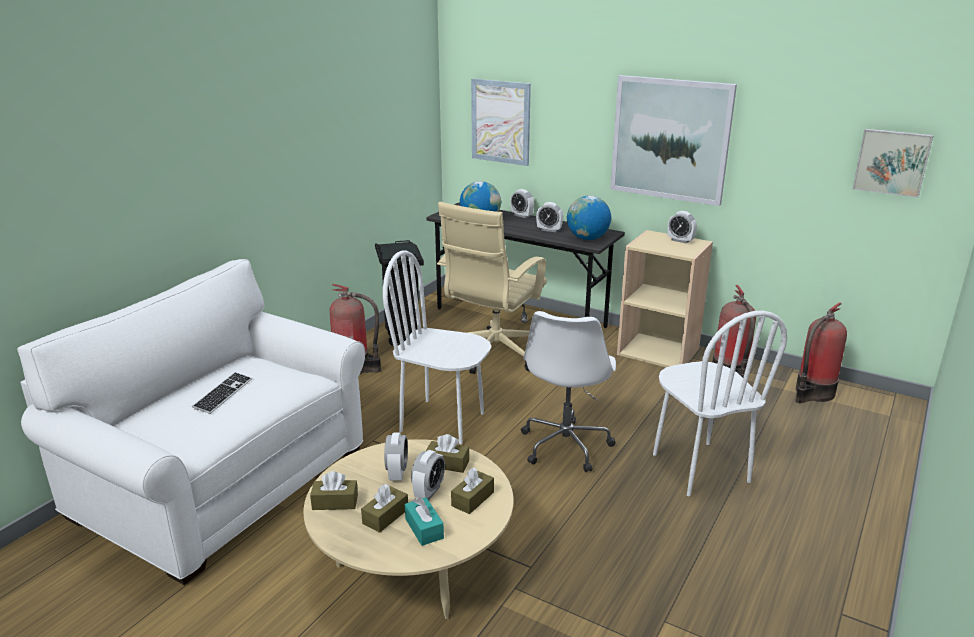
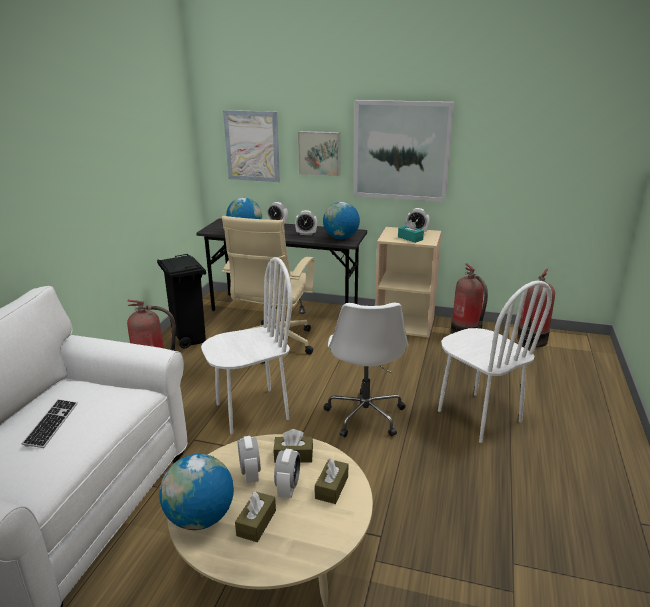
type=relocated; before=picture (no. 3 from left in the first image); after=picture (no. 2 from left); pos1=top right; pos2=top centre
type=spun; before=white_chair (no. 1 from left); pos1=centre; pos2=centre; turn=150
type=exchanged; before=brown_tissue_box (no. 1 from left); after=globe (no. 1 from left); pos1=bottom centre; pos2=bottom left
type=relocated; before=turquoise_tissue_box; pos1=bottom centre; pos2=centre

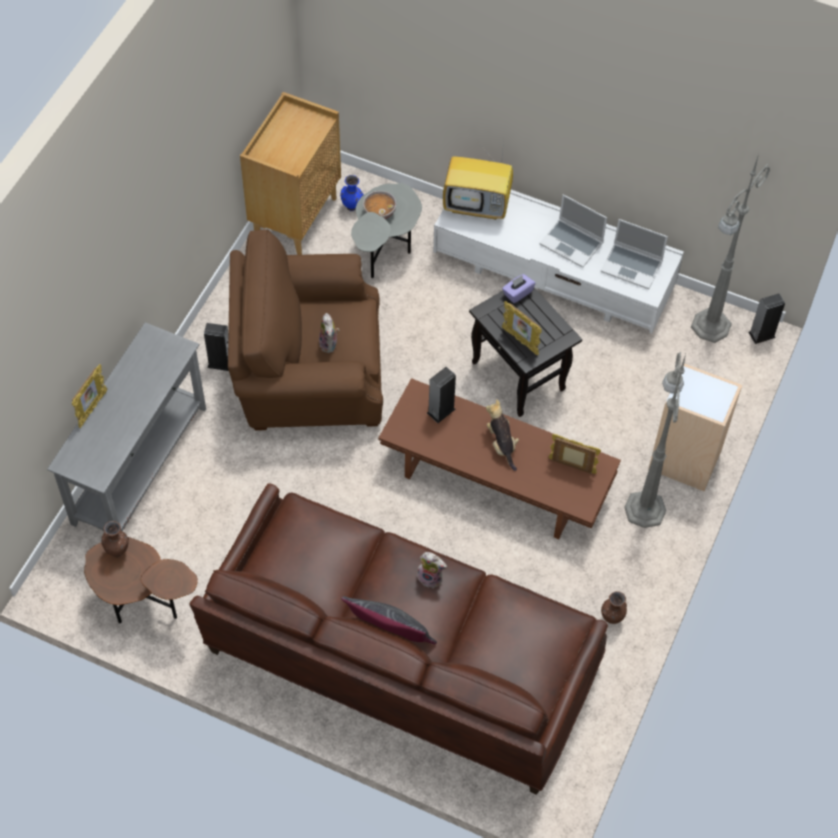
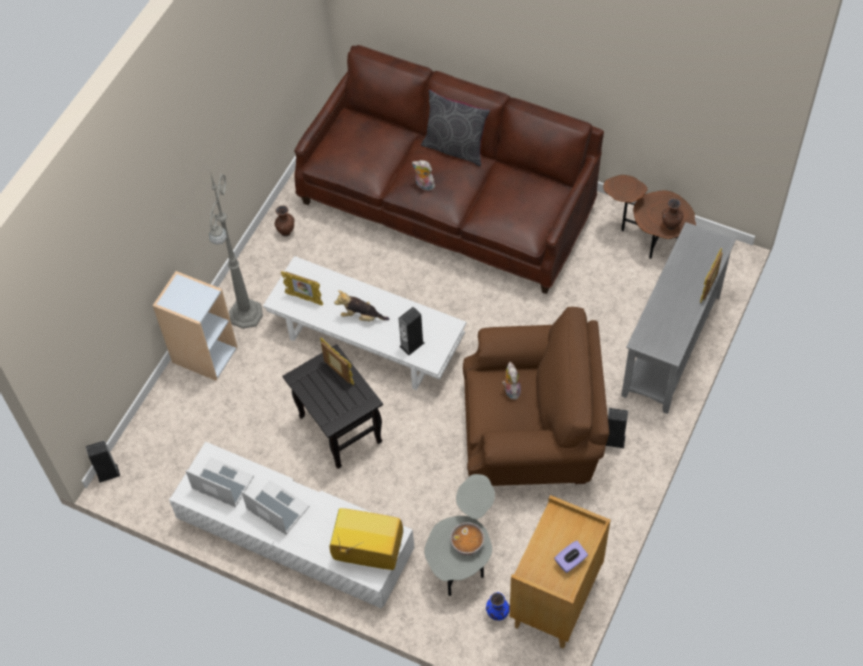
type=missing; before=grey_floor_lamp (no. 2 from left); pos1=top right
type=relocated; before=purple_tissue_box; pos1=centre; pos2=bottom centre
type=colour; before=brown_coffee_table; after=white_coffee_table; pos1=centre; pos2=centre
type=spun; before=plush_toy (no. 3 from left in the first image); pos1=centre; pos2=centre; turn=120

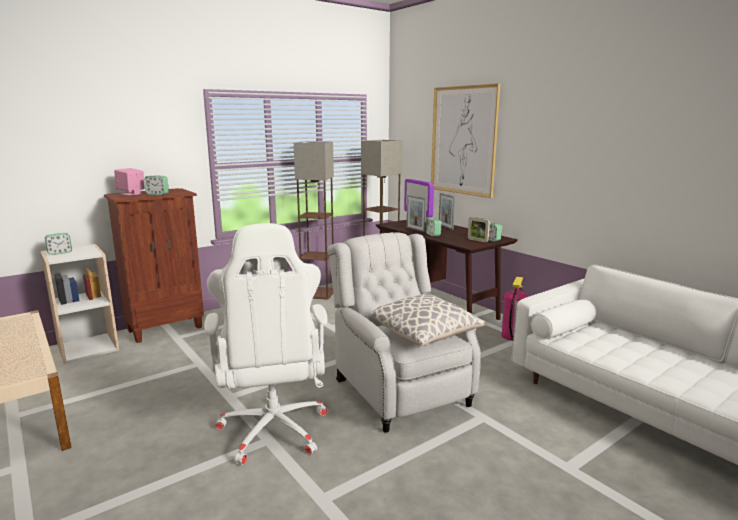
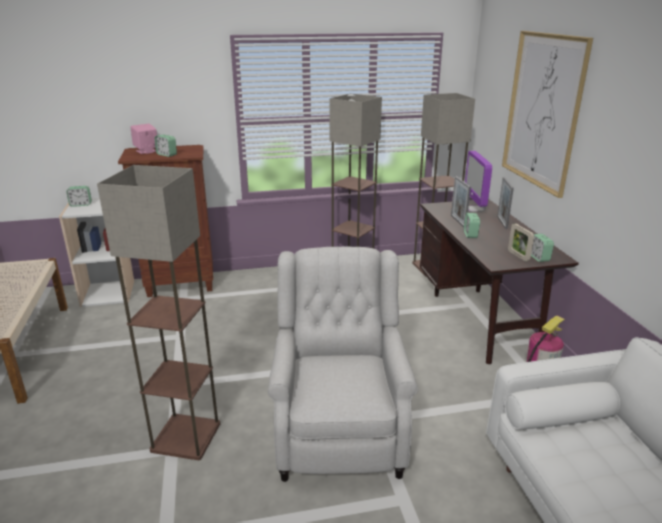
type=exchanged; before=white_office_chair; after=floor_lamp (no. 1 from left); pos1=centre; pos2=middle left
type=missing; before=pillow; pos1=centre

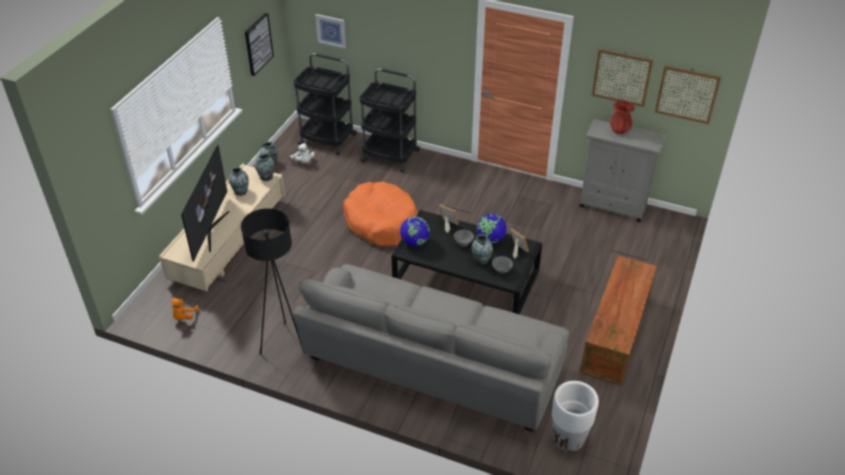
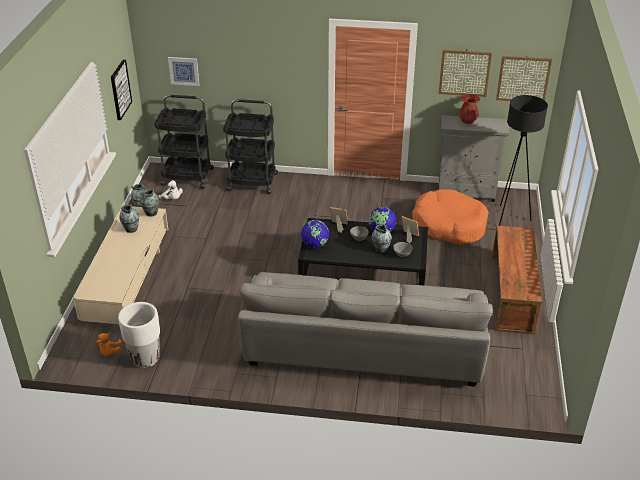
type=missing; before=television; pos1=middle left
type=relocated; before=orange_dog_bed; pos1=centre; pos2=middle right
type=relocated; before=black_floor_lamp; pos1=middle left; pos2=middle right
type=relocated; before=white_planter; pos1=bottom right; pos2=bottom left

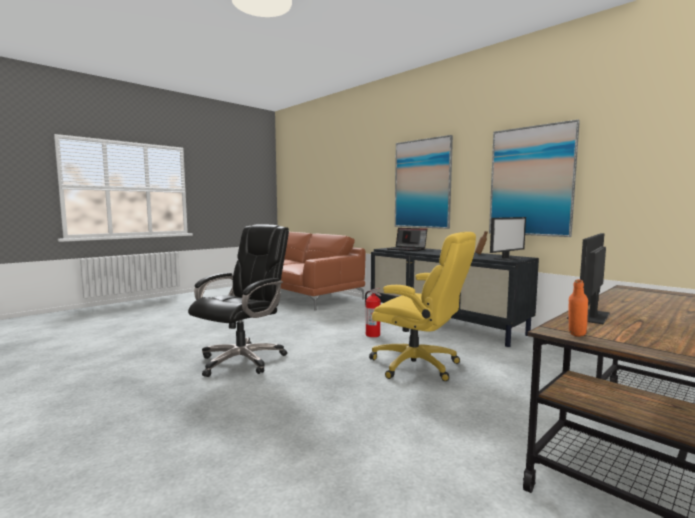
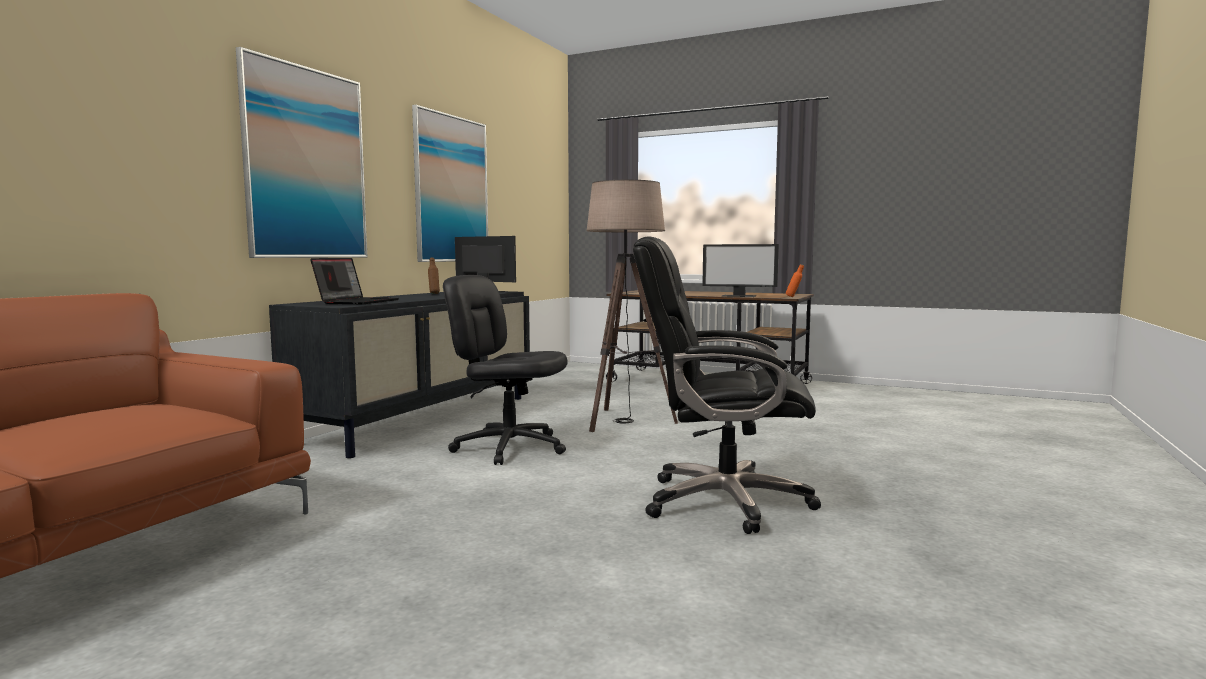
type=exchanged; before=yellow_office_chair; after=floor_lamp; pos1=centre; pos2=centre
type=exchanged; before=fire_extinguisher; after=black_office_chair (no. 1 from left); pos1=centre; pos2=centre

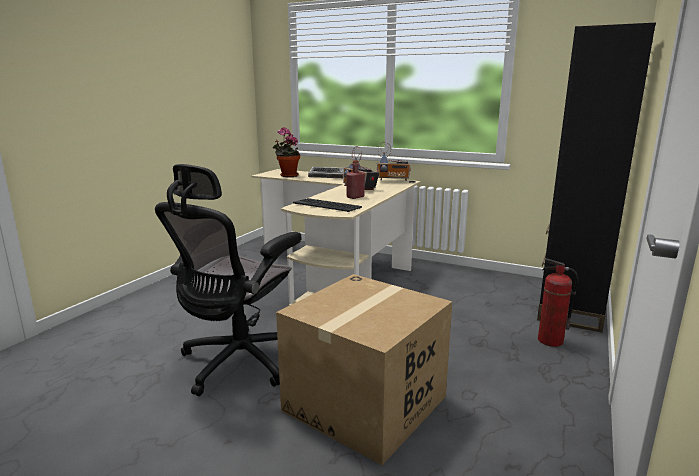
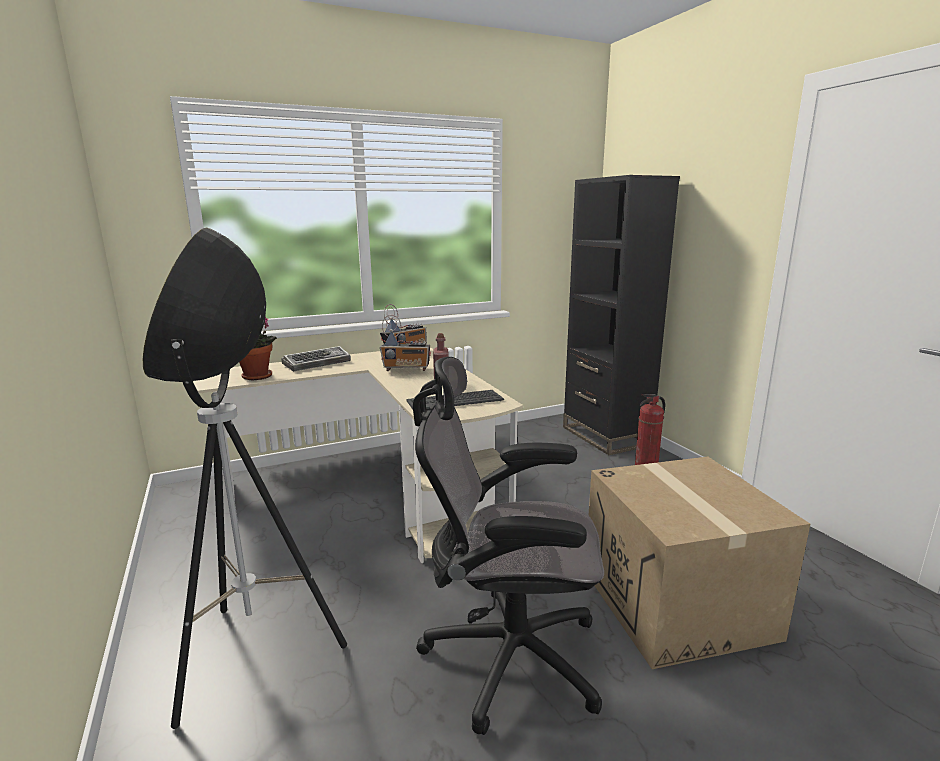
type=spun; before=office_chair; pos1=middle left; pos2=bottom centre; turn=120
type=appeared; after=floor_lamp; pos2=middle left

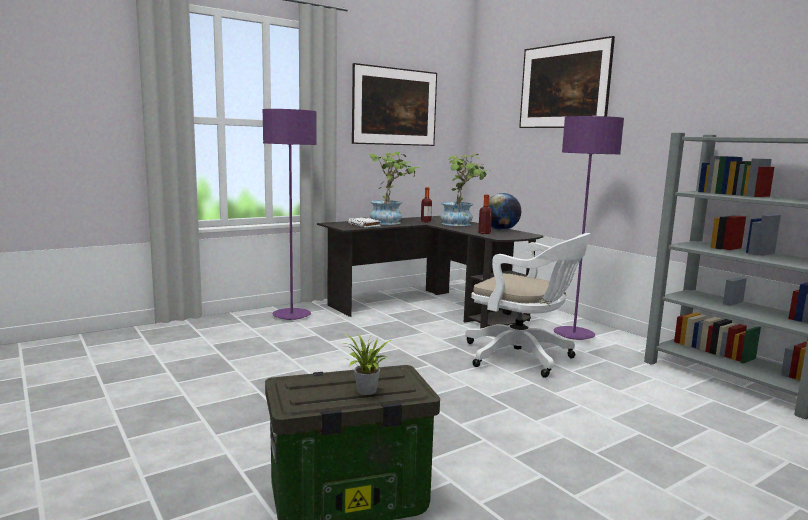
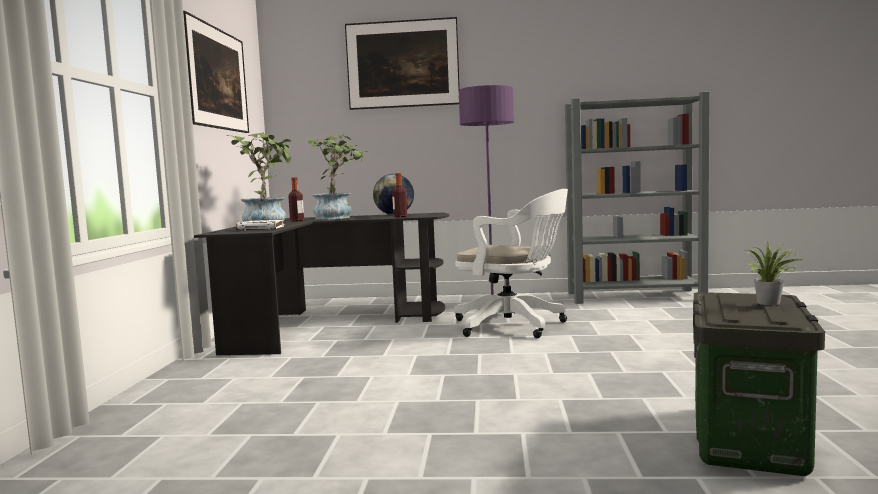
type=missing; before=purple_floor_lamp (no. 1 from left); pos1=centre
type=spun; before=white_office_chair; pos1=centre; pos2=centre; turn=45

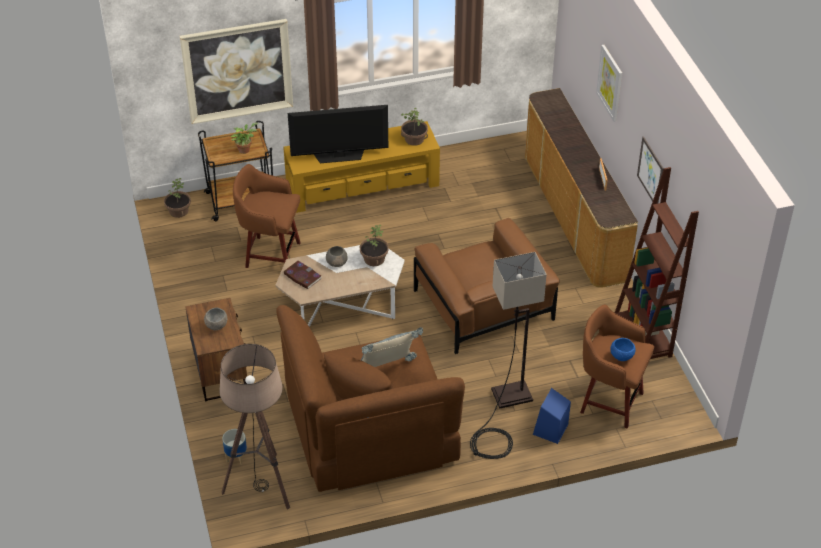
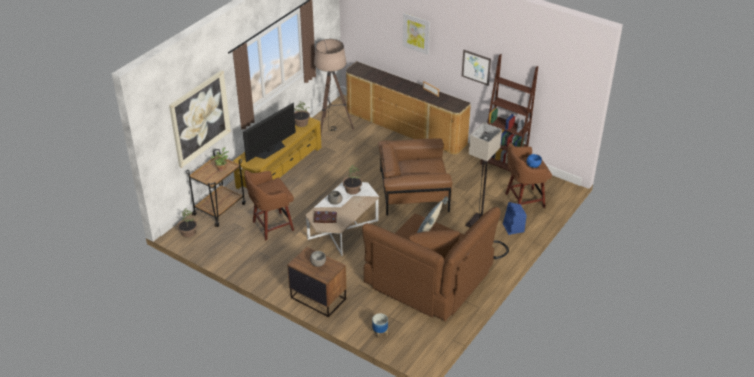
type=spun; before=brown_armchair; pos1=centre; pos2=centre; turn=150
type=relocated; before=floor_lamp (no. 1 from left); pos1=bottom left; pos2=top centre

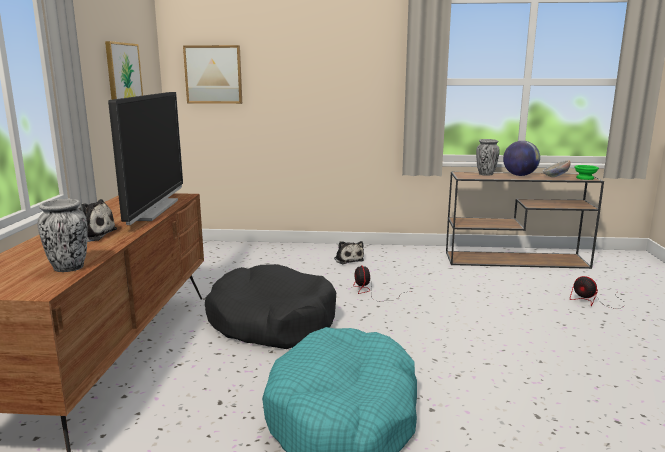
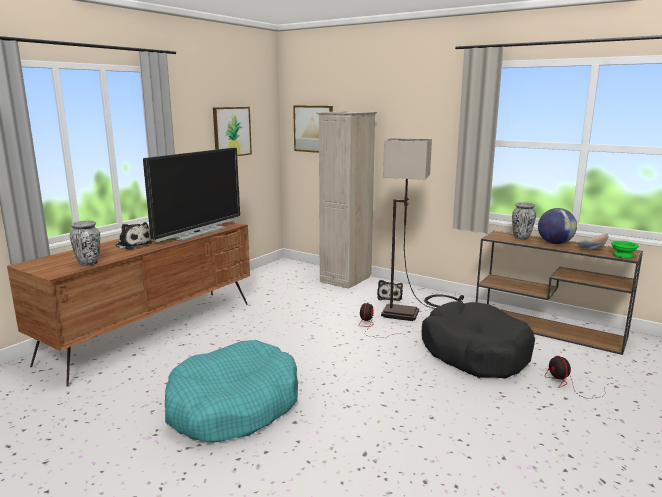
type=relocated; before=black_dog_bed; pos1=bottom centre; pos2=bottom right
type=appeared; after=beige_cabinet; pos2=centre
type=appeared; after=floor_lamp; pos2=centre

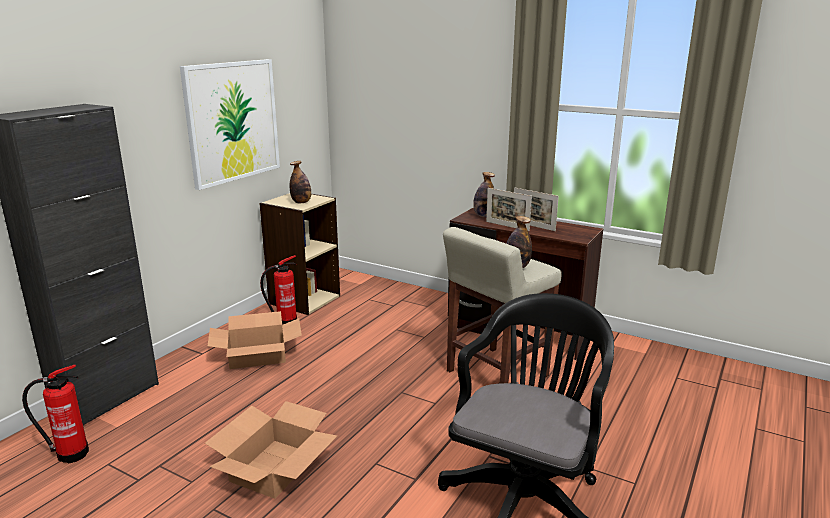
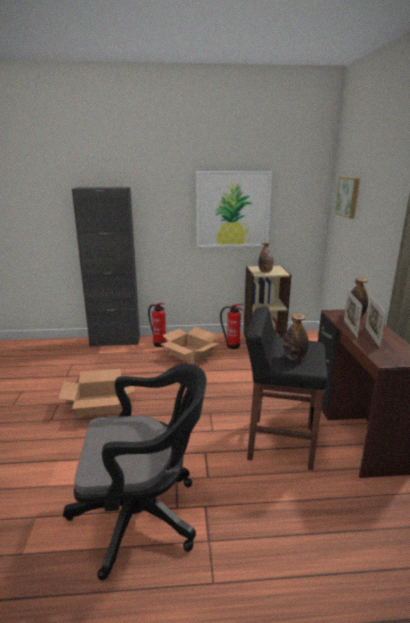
type=colour; before=beige_stool; after=black_stool; pos1=centre; pos2=middle right
type=relocated; before=fire_extinguisher (no. 1 from left); pos1=bottom left; pos2=centre
type=appeared; after=picture (no. 2 from left); pos2=top right

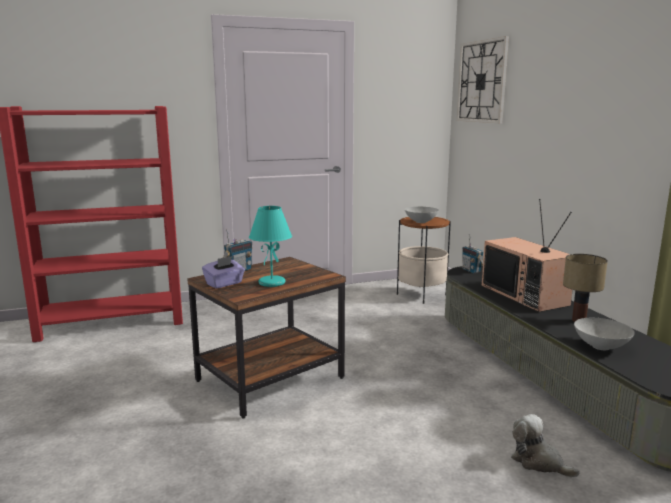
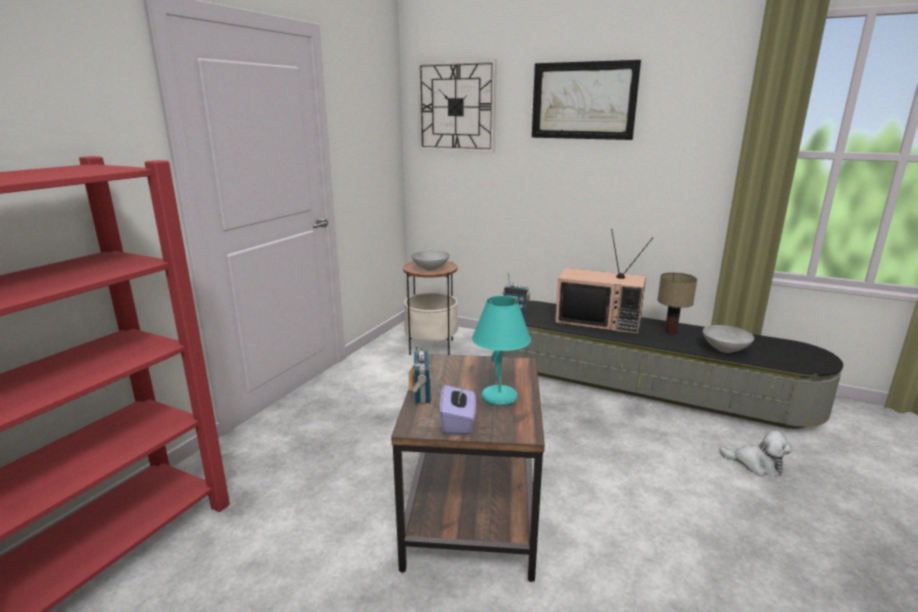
type=spun; before=plush_toy; pos1=bottom right; pos2=bottom right; turn=-150
type=appeared; after=picture; pos2=top centre

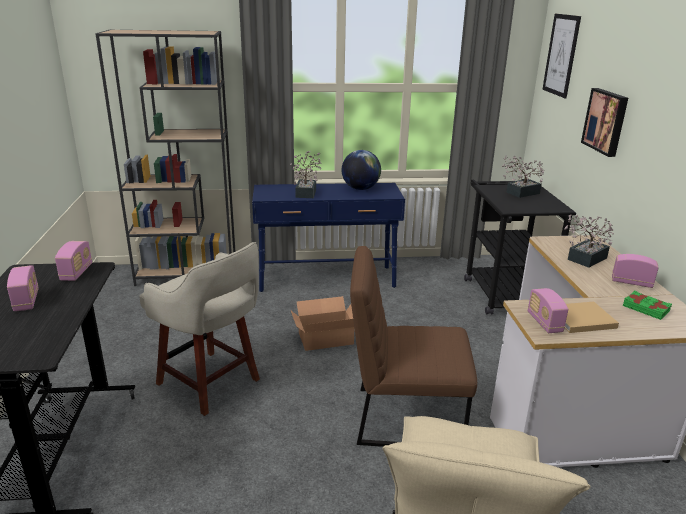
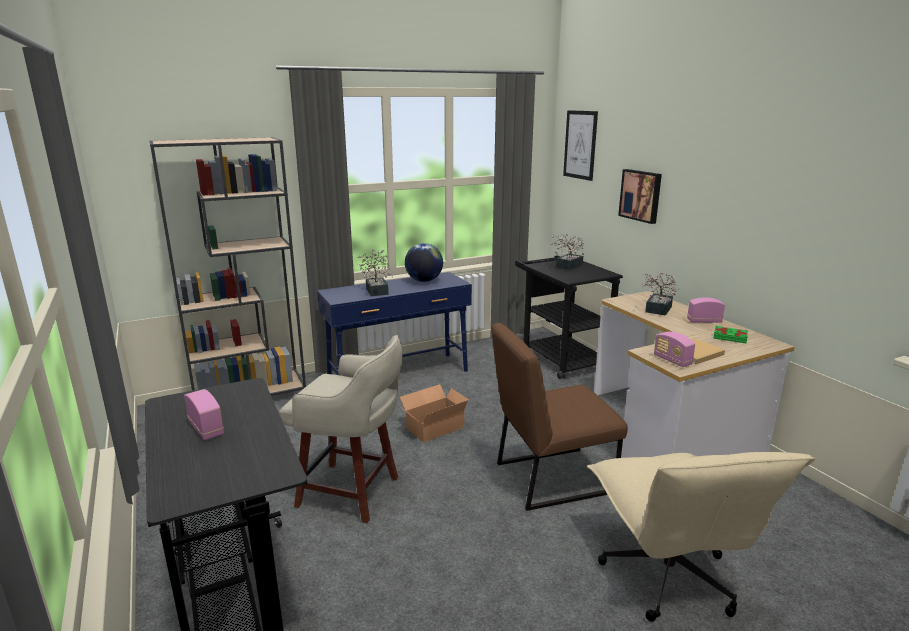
type=missing; before=radio (no. 2 from left); pos1=middle left

